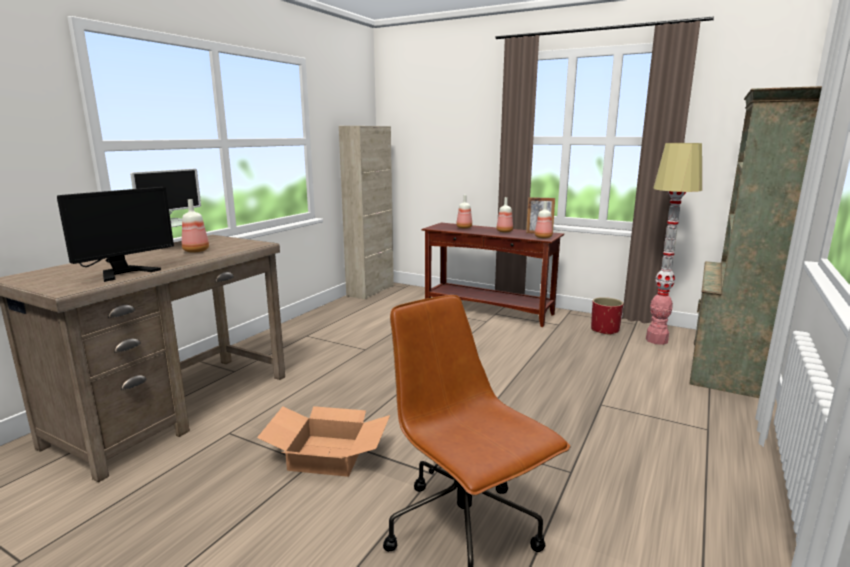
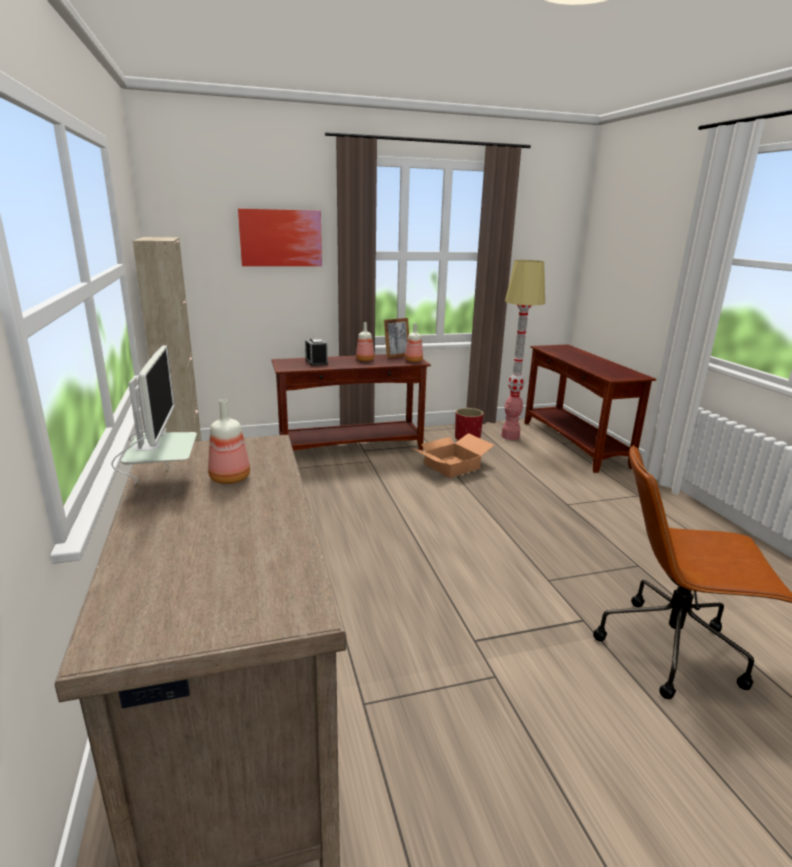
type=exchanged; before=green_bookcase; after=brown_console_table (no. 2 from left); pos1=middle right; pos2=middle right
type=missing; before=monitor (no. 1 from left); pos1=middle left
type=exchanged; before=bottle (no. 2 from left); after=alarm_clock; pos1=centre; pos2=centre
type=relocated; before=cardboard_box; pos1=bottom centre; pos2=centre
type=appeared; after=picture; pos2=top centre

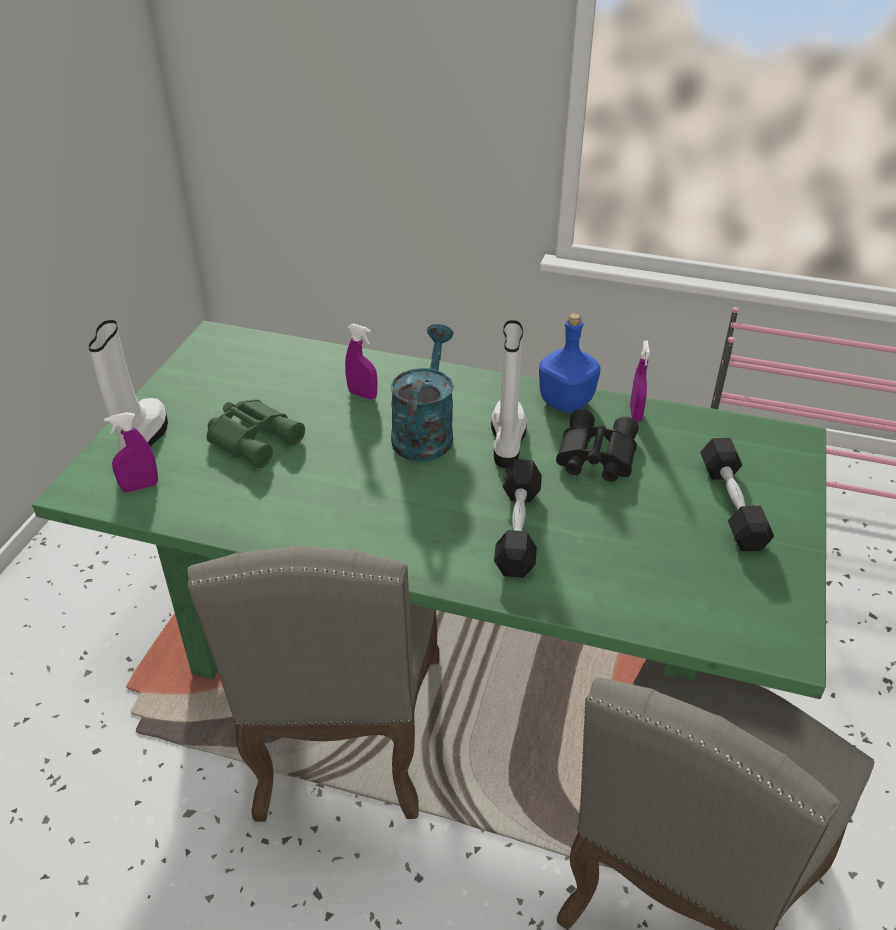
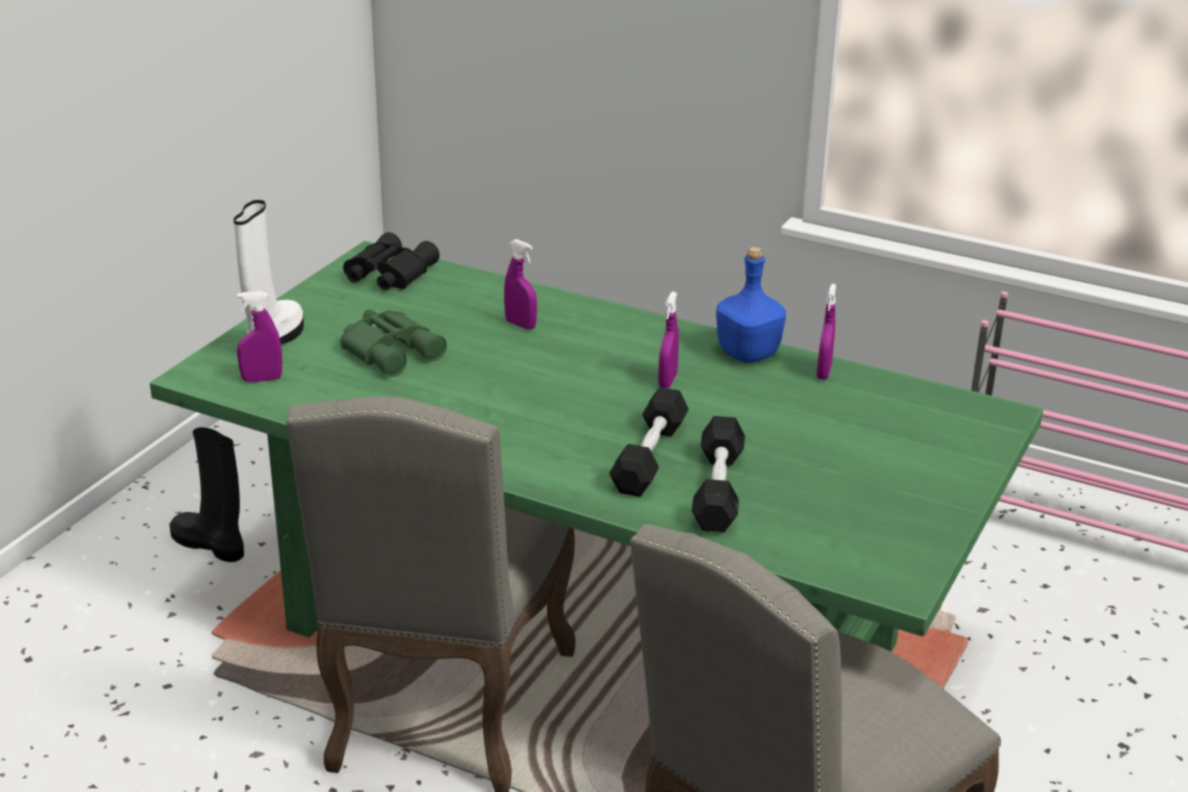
type=exchanged; before=white_boot (no. 2 from left); after=purple_spray_bottle (no. 3 from left); pos1=centre; pos2=centre
type=missing; before=turquoise_watering_can; pos1=centre
type=relocated; before=black_binoculars; pos1=centre; pos2=top left
type=relocated; before=black_dumbbell (no. 2 from left); pos1=middle right; pos2=centre
type=appeared; after=black_boot; pos2=middle left

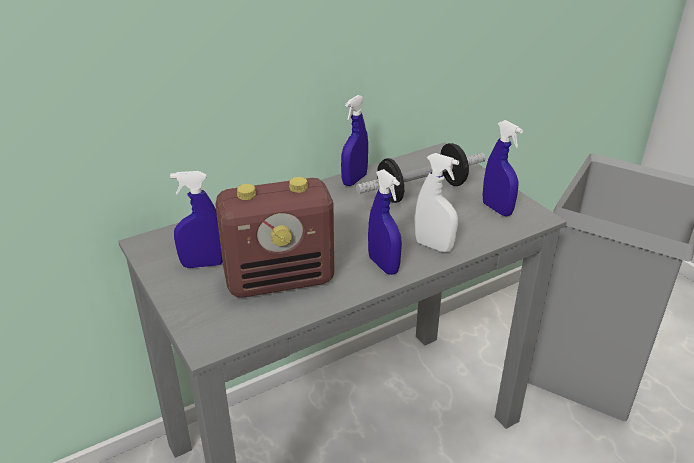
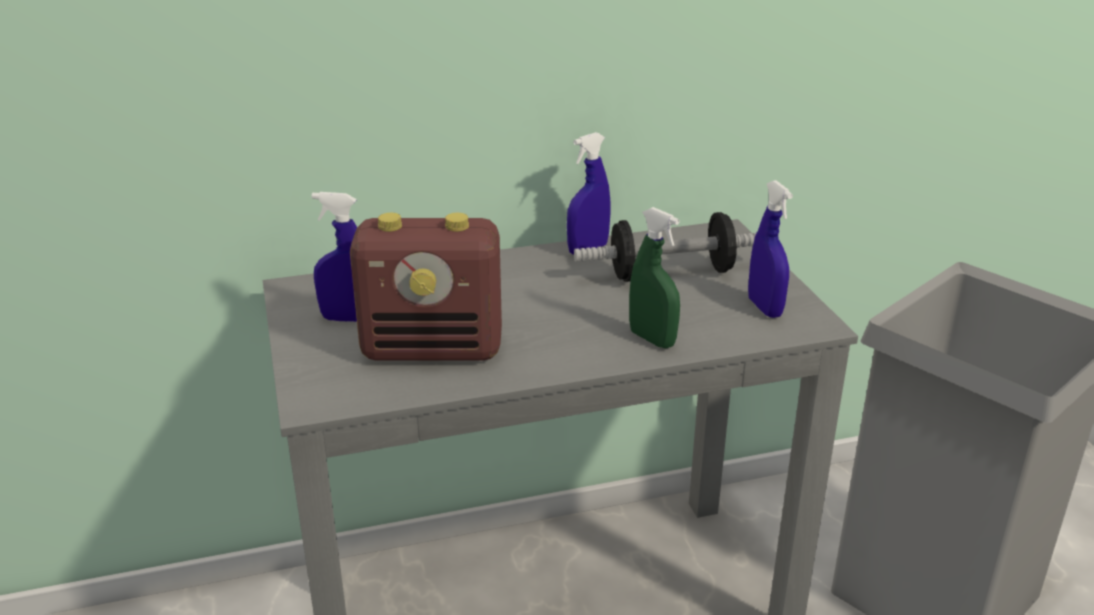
type=colour; before=white_spray_bottle; after=green_spray_bottle; pos1=centre; pos2=centre
type=missing; before=blue_spray_bottle (no. 3 from left); pos1=centre

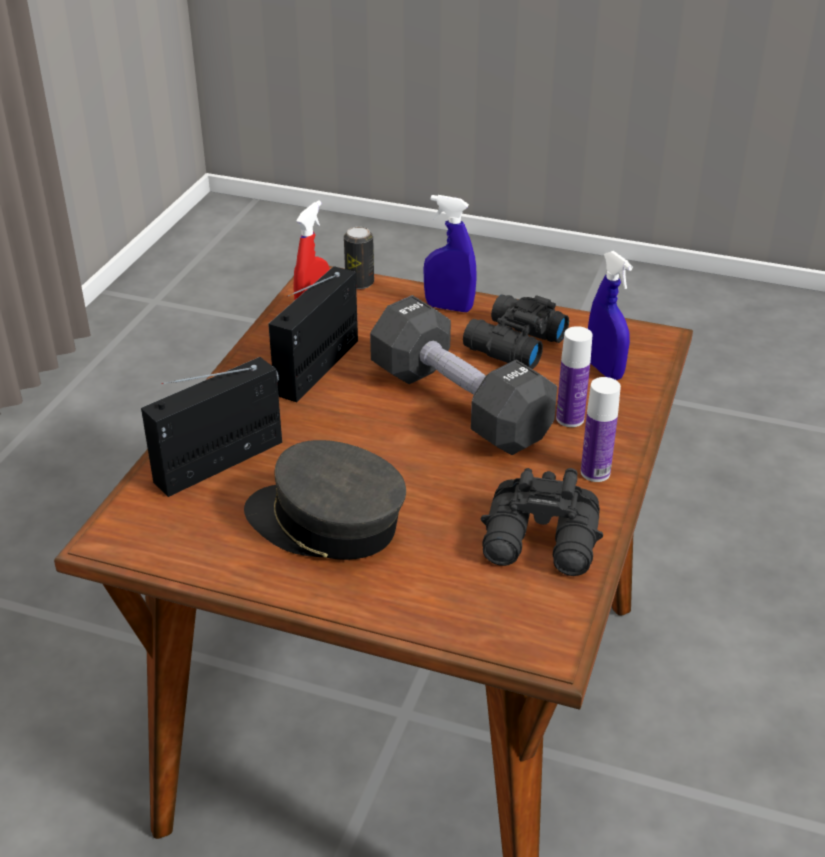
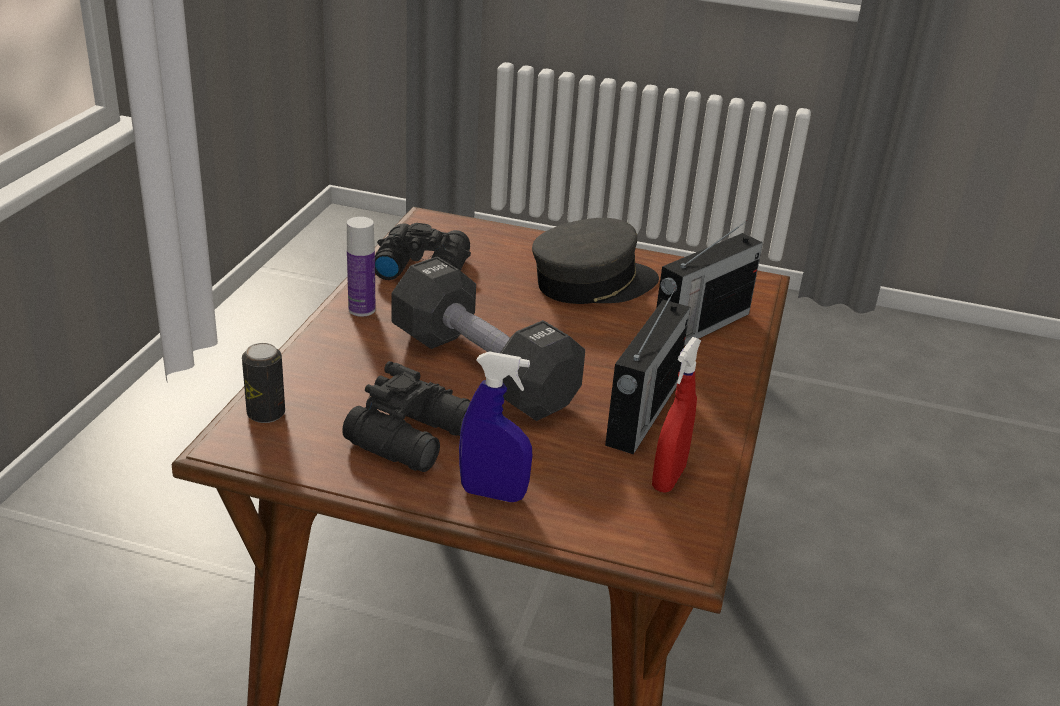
type=relocated; before=can; pos1=top centre; pos2=middle left
type=missing; before=blue_spray_bottle (no. 2 from left); pos1=middle right
type=missing; before=bottle (no. 1 from left); pos1=middle right
type=spun; before=grey_cap; pos1=centre; pos2=centre; turn=-45

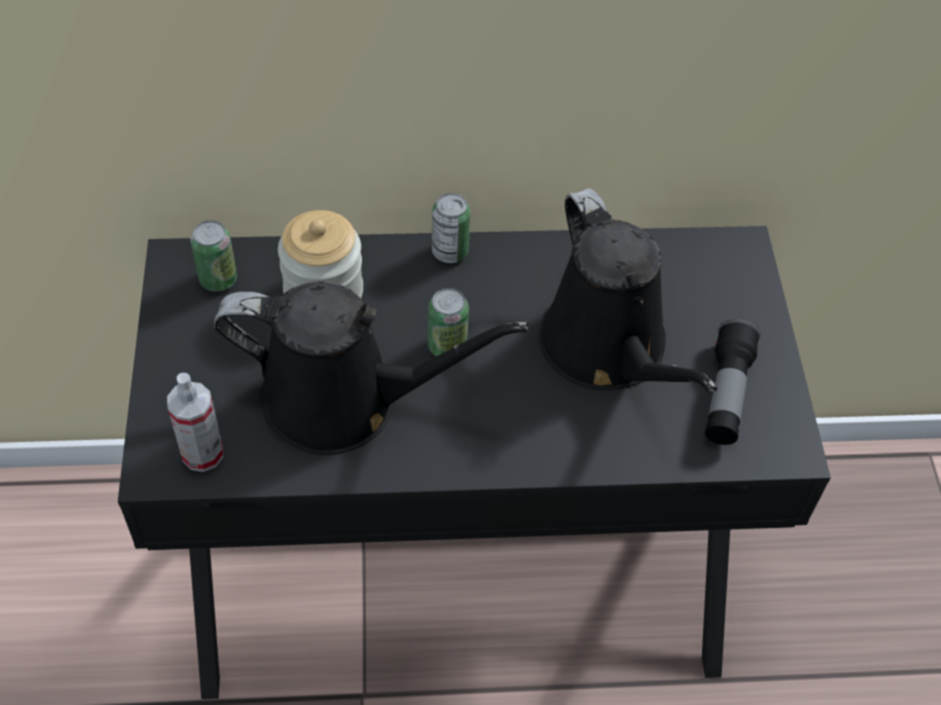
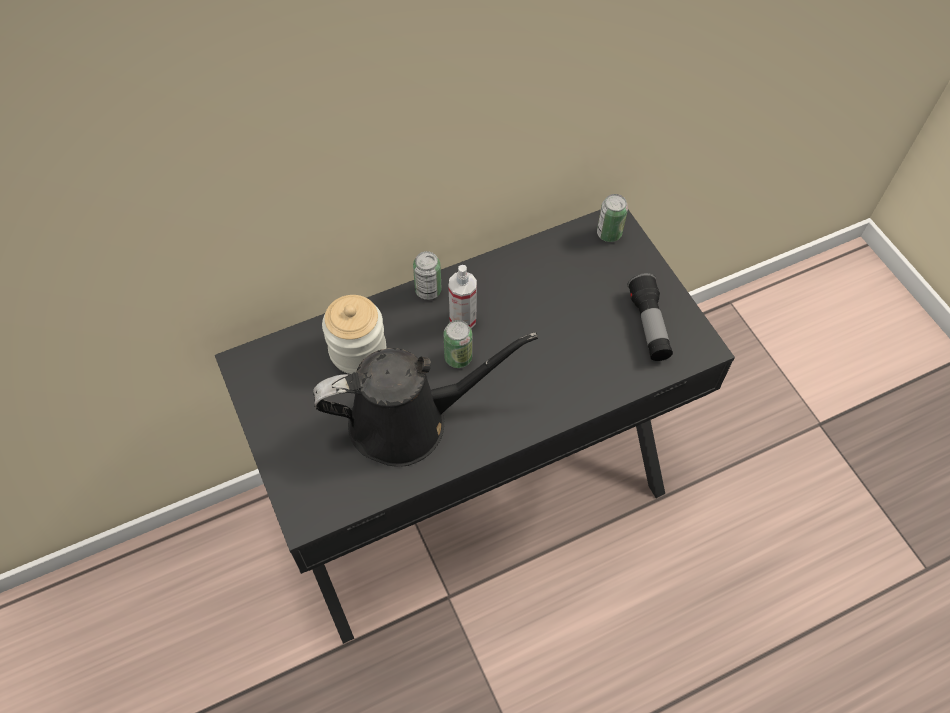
type=missing; before=black_watering_can (no. 2 from left); pos1=middle right
type=relocated; before=can (no. 1 from left in the first image); after=can (no. 3 from left); pos1=middle left; pos2=top centre
type=relocated; before=spray_bottle; pos1=middle left; pos2=centre

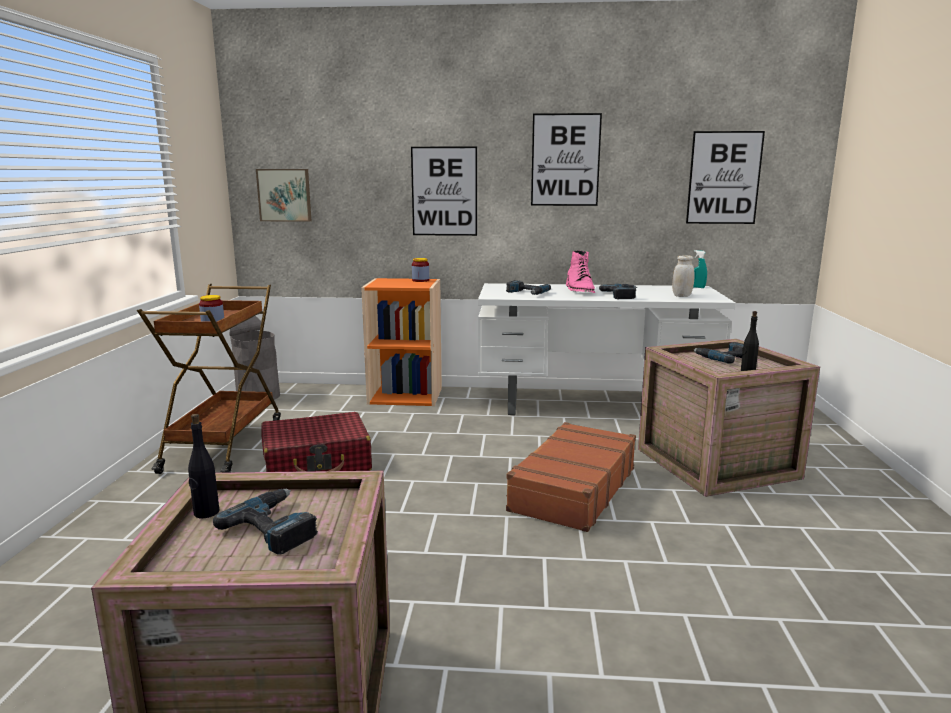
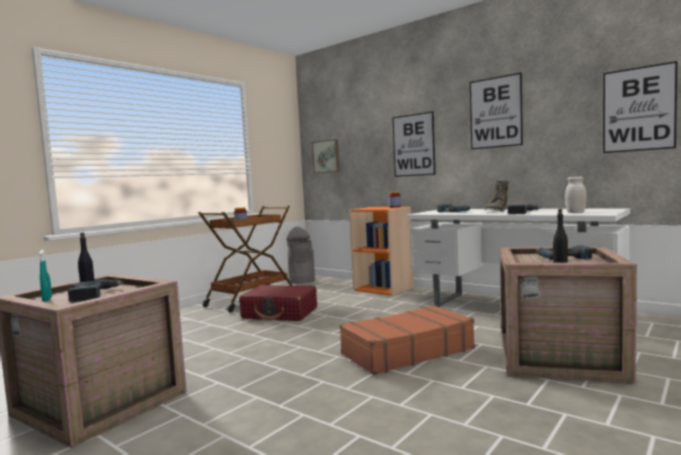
type=colour; before=pink_boot; after=green_boot; pos1=centre; pos2=middle right
type=relocated; before=turquoise_spray_bottle; pos1=middle right; pos2=middle left

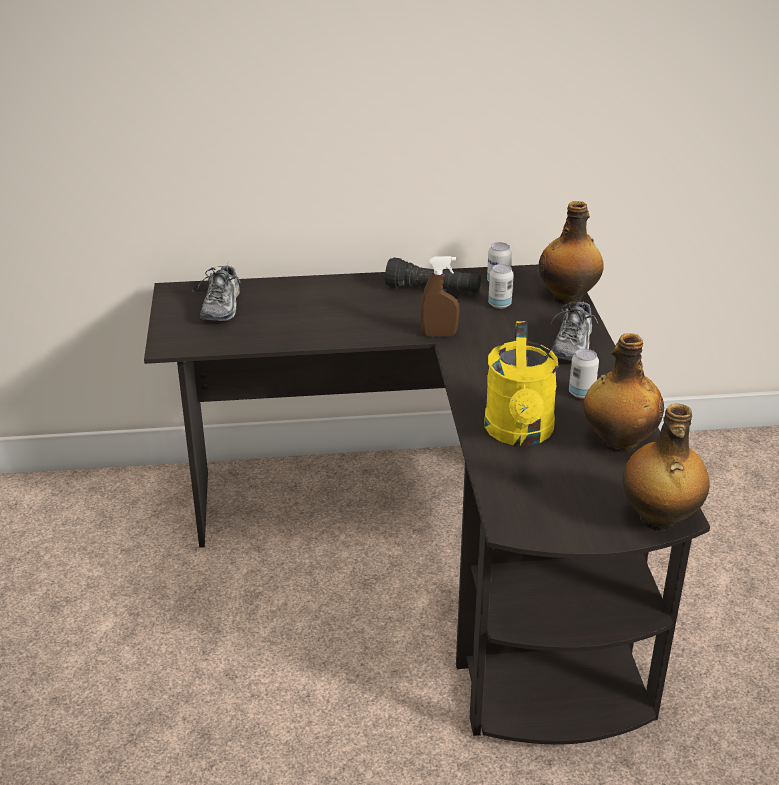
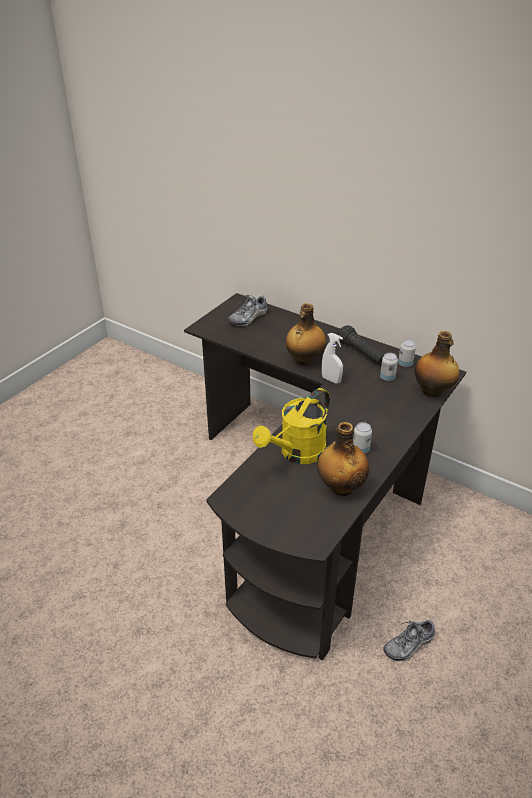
type=colour; before=brown_spray_bottle; after=white_spray_bottle; pos1=centre; pos2=centre
type=relocated; before=shoe (no. 2 from left); pos1=middle right; pos2=bottom right
type=relocated; before=bottle (no. 3 from left in the first image); after=bottle (no. 1 from left); pos1=middle right; pos2=centre

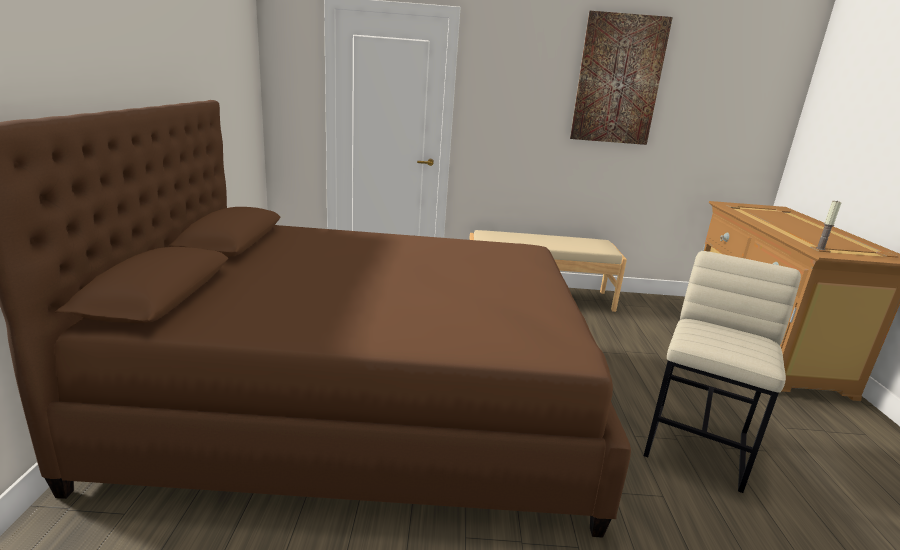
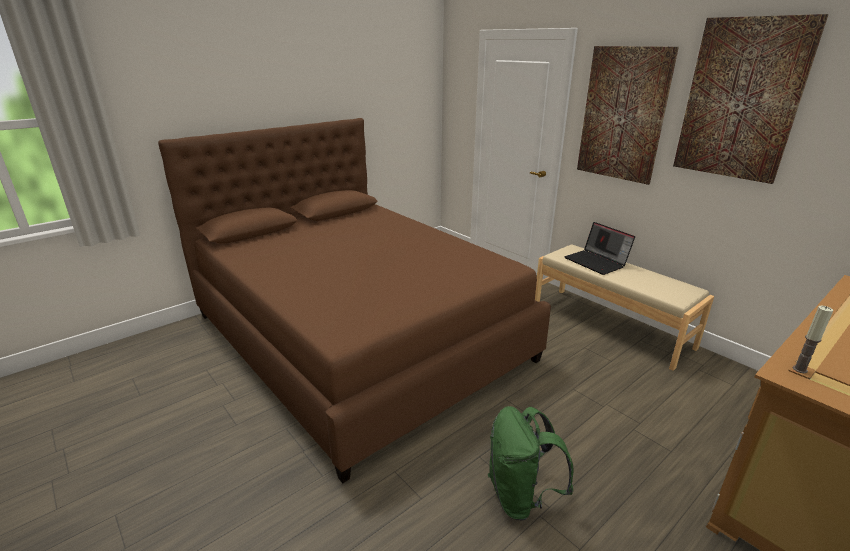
type=exchanged; before=beige_chair; after=green_backpack; pos1=bottom right; pos2=bottom centre
type=appeared; after=picture (no. 1 from left); pos2=top right
type=appeared; after=laptop; pos2=middle right

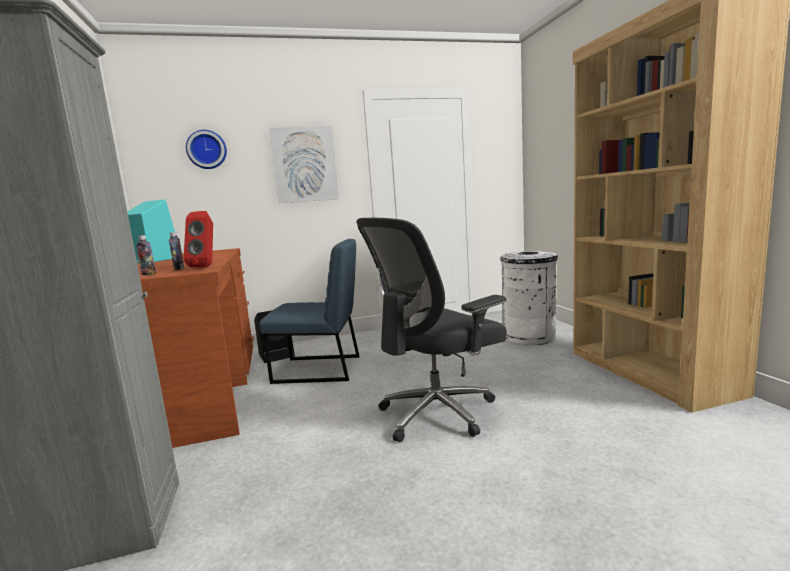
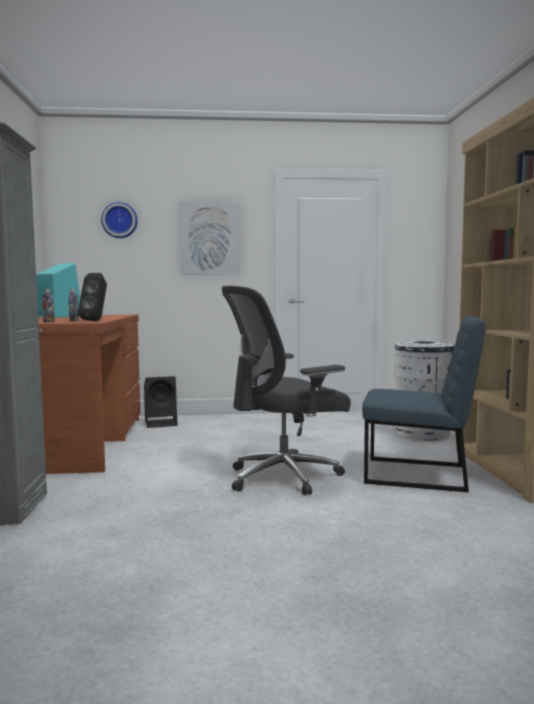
type=colour; before=red_speaker; after=black_speaker (no. 1 from left); pos1=middle left; pos2=middle left
type=relocated; before=blue_chair; pos1=centre; pos2=middle right

